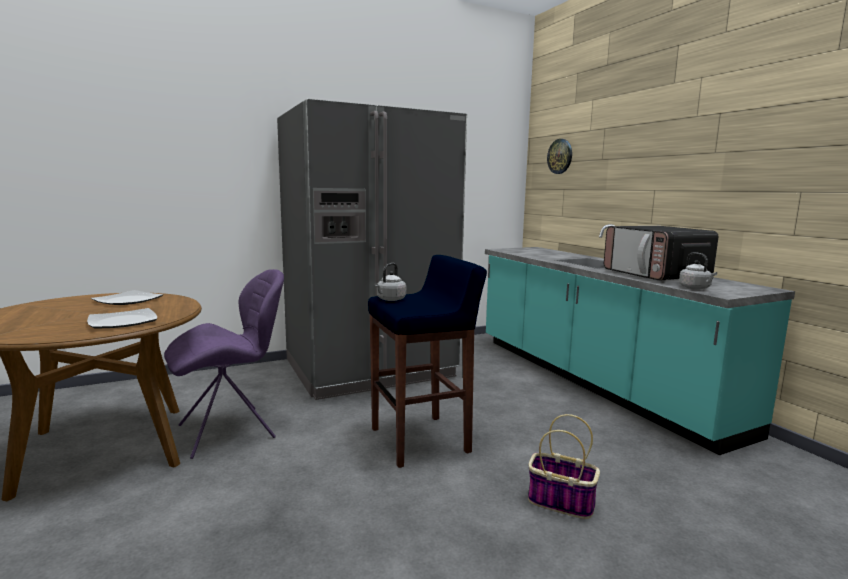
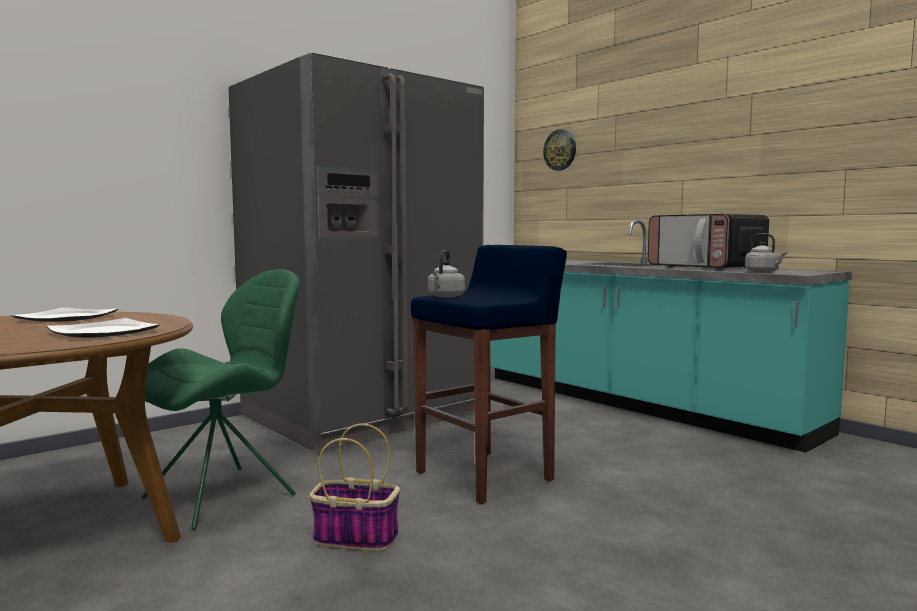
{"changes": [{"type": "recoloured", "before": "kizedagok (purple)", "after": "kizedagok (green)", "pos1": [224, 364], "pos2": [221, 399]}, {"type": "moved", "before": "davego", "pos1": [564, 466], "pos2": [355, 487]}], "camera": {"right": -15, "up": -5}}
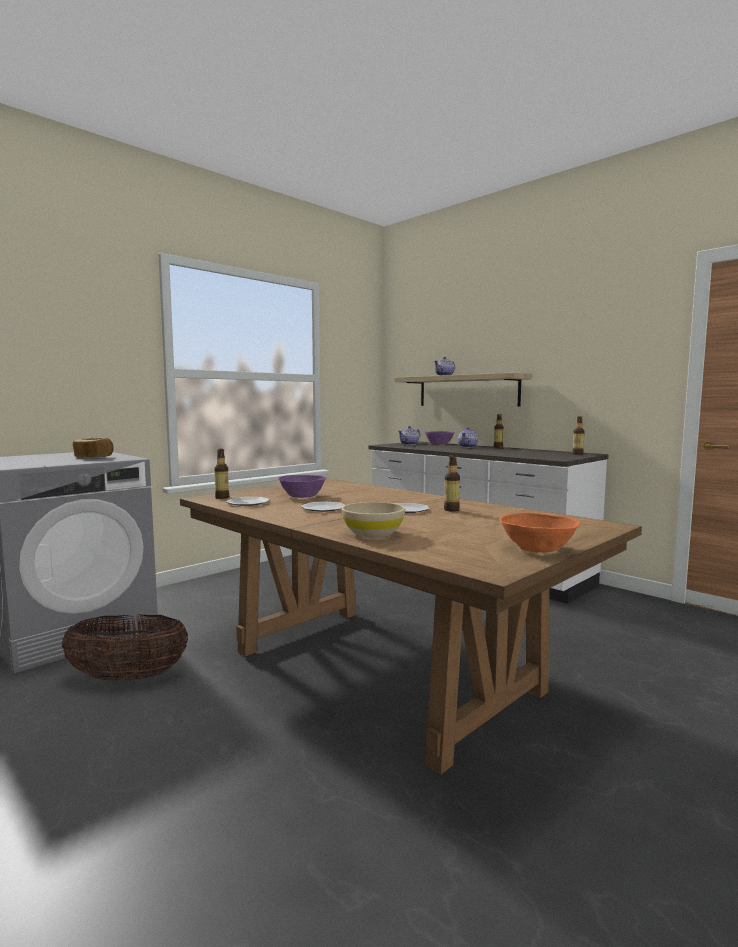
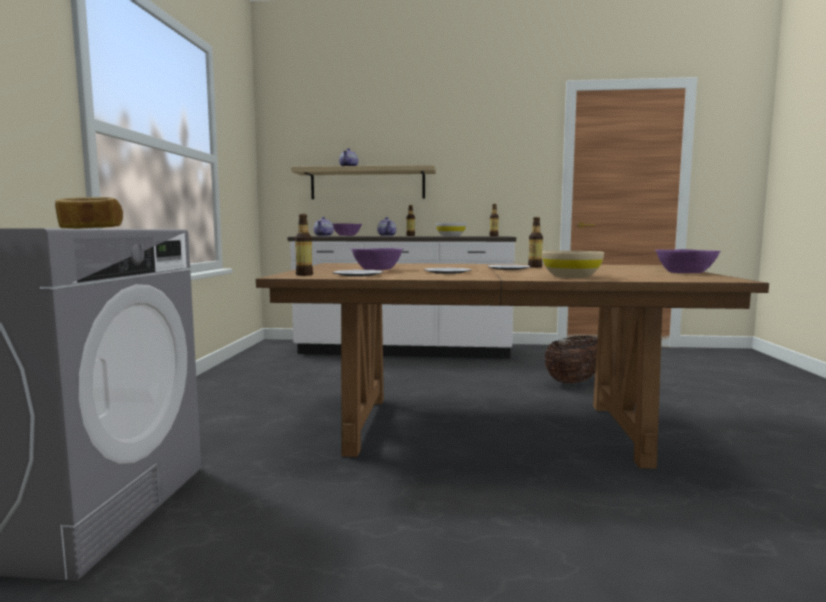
{"changes": [{"type": "added", "after": "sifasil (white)", "pos2": [451, 229]}, {"type": "moved", "before": "davego", "pos1": [125, 647], "pos2": [571, 359]}, {"type": "recoloured", "before": "sifasil (orange)", "after": "sifasil (purple)", "pos1": [540, 532], "pos2": [688, 261]}], "camera": {"right": -40, "up": 0}}
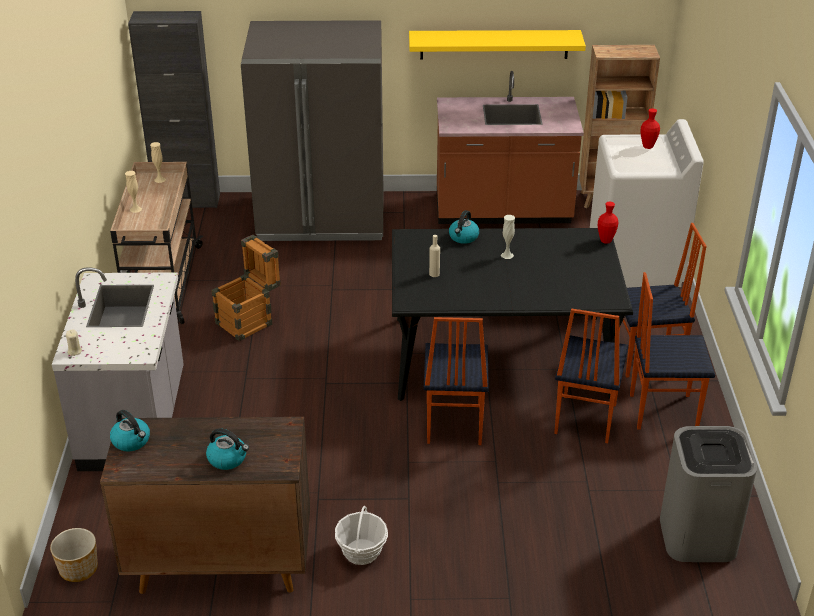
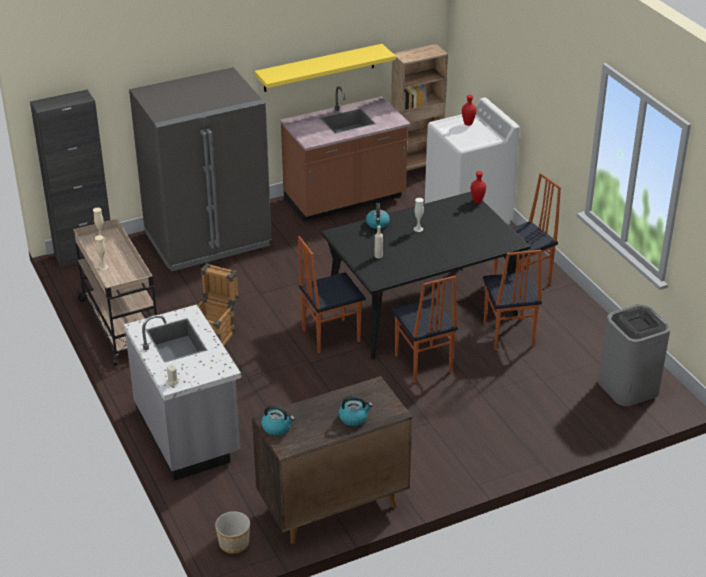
{"changes": [{"type": "moved", "before": "kizedagok", "pos1": [672, 350], "pos2": [331, 294]}, {"type": "removed", "before": "davego", "pos1": [361, 535]}], "camera": {"right": -25, "up": 0}}
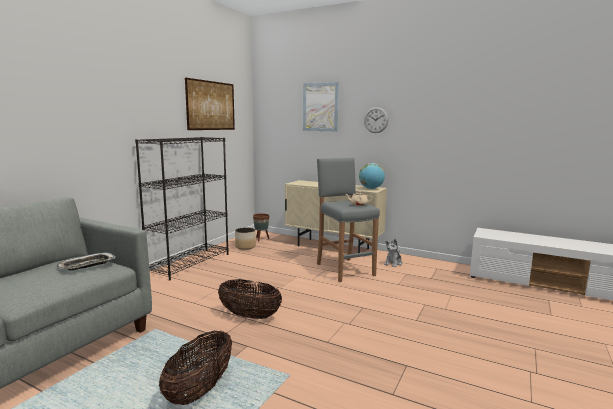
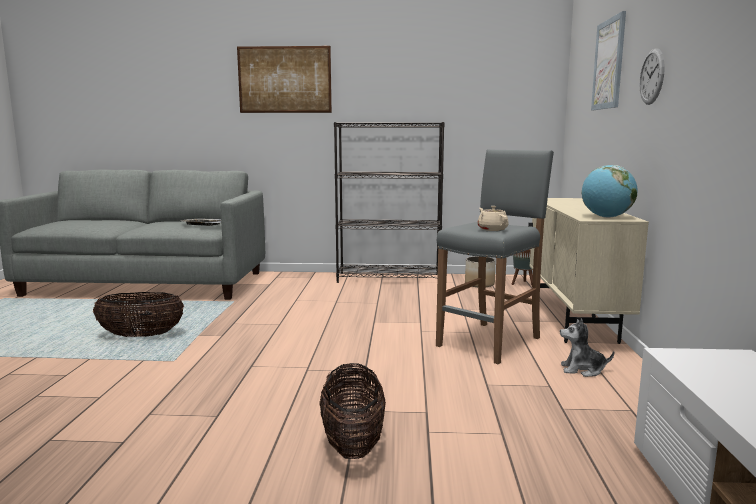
{"changes": [{"type": "moved", "before": "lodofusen", "pos1": [210, 104], "pos2": [284, 79]}, {"type": "moved", "before": "davego", "pos1": [250, 299], "pos2": [352, 411]}], "camera": {"right": 65, "up": 0}}
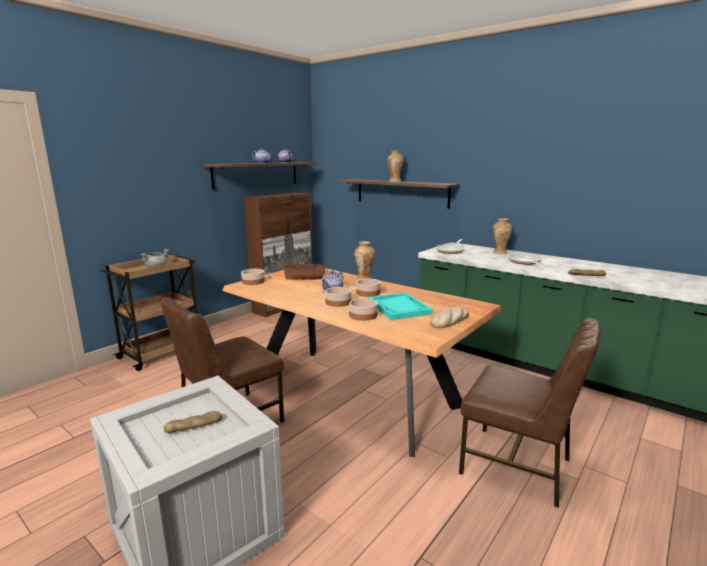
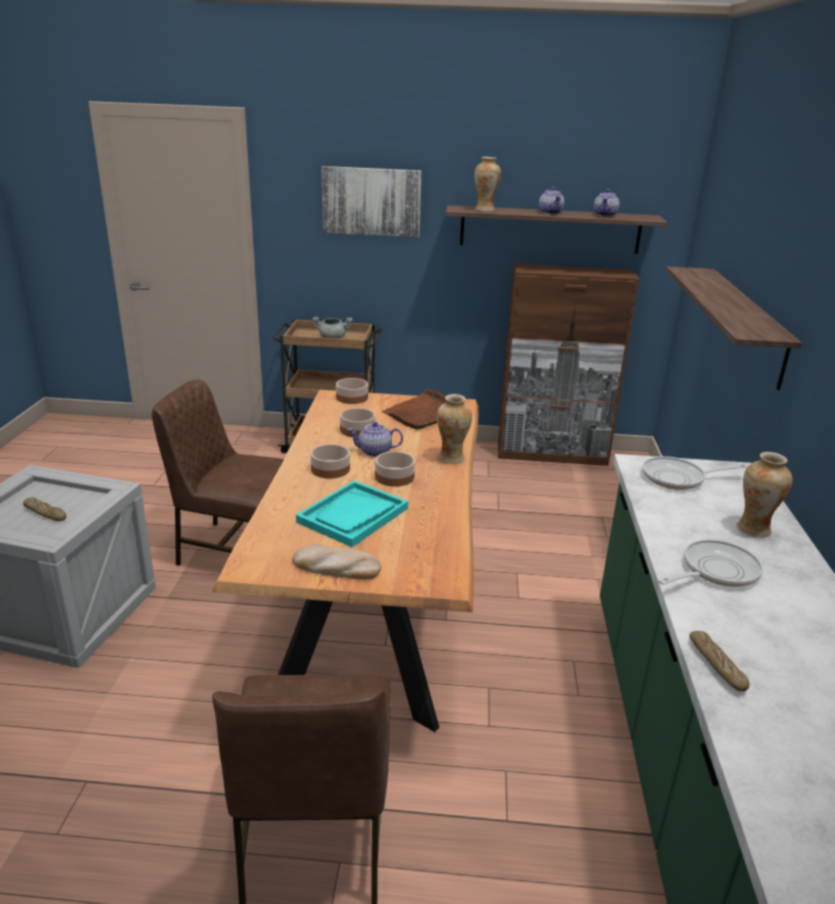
{"changes": [{"type": "added", "after": "lodofusen", "pos2": [371, 202]}, {"type": "moved", "before": "sifasil", "pos1": [363, 309], "pos2": [357, 422]}, {"type": "moved", "before": "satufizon", "pos1": [395, 166], "pos2": [487, 184]}], "camera": {"right": 55, "up": 10}}
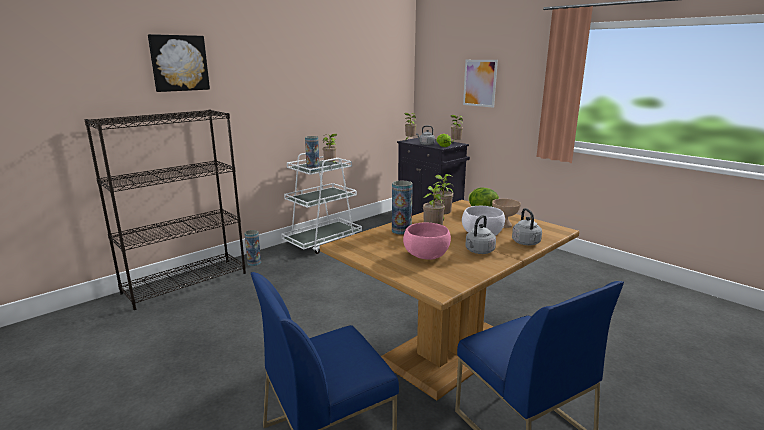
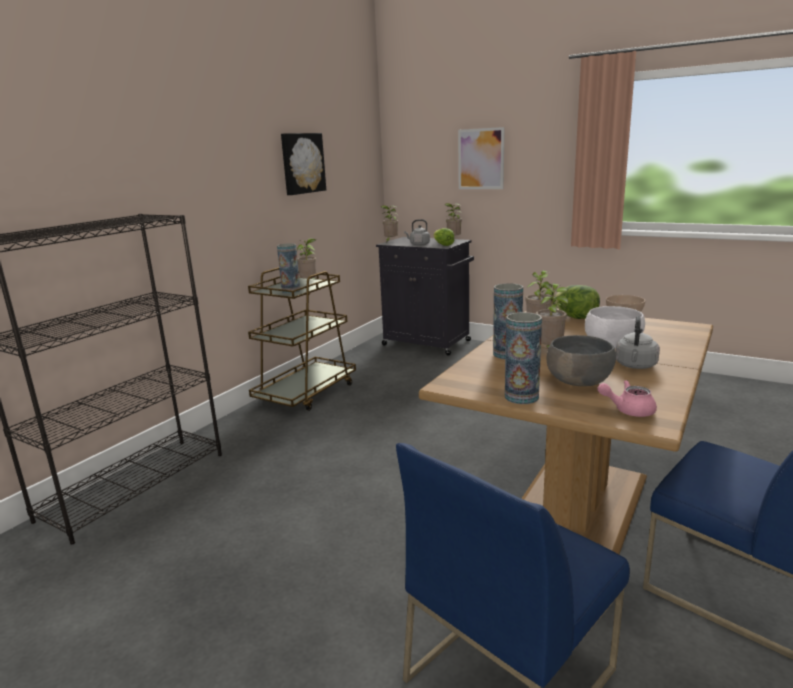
{"changes": [{"type": "recoloured", "before": "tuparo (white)", "after": "tuparo (brown)", "pos1": [321, 203], "pos2": [302, 339]}, {"type": "moved", "before": "lodofusen", "pos1": [179, 63], "pos2": [303, 164]}, {"type": "moved", "before": "satufizon", "pos1": [252, 248], "pos2": [523, 358]}, {"type": "recoloured", "before": "sifasil (pink)", "after": "sifasil (grey)", "pos1": [427, 241], "pos2": [581, 360]}, {"type": "added", "after": "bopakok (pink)", "pos2": [627, 398]}, {"type": "removed", "before": "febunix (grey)", "pos1": [527, 226]}], "camera": {"right": -15, "up": 0}}
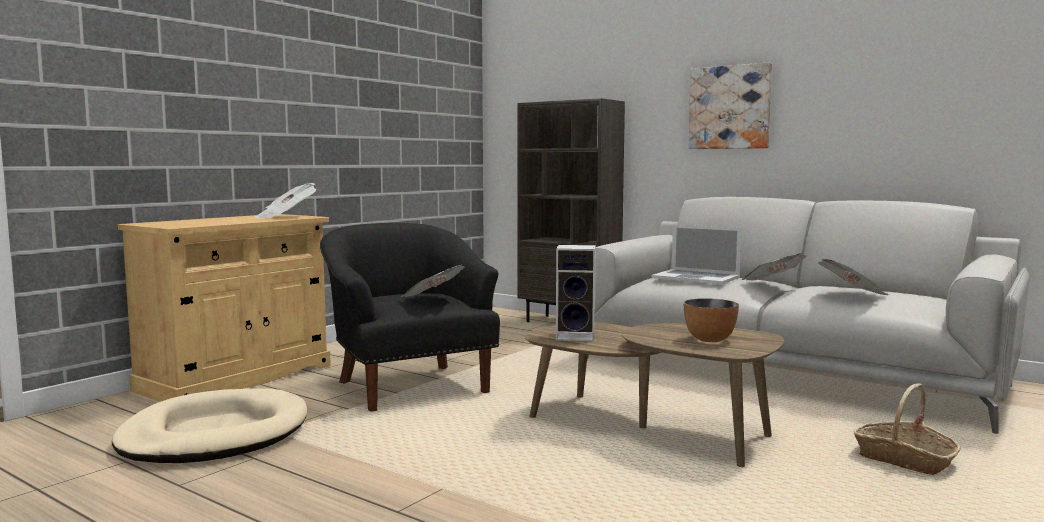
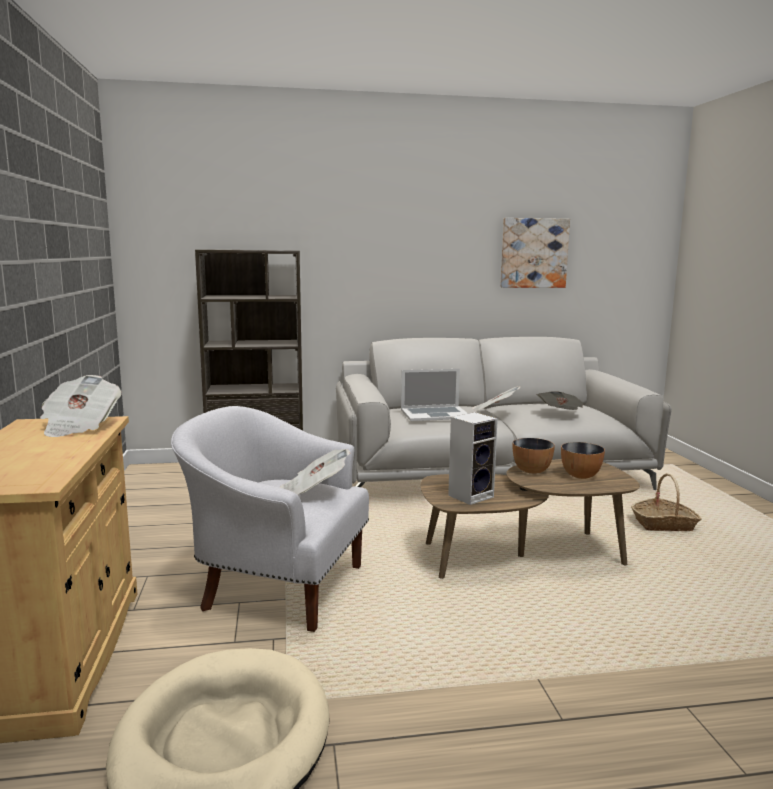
{"changes": [{"type": "recoloured", "before": "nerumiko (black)", "after": "nerumiko (white)", "pos1": [410, 317], "pos2": [270, 519]}, {"type": "moved", "before": "lodofusen", "pos1": [730, 105], "pos2": [535, 253]}, {"type": "added", "after": "sifasil", "pos2": [533, 456]}], "camera": {"right": -45, "up": 5}}
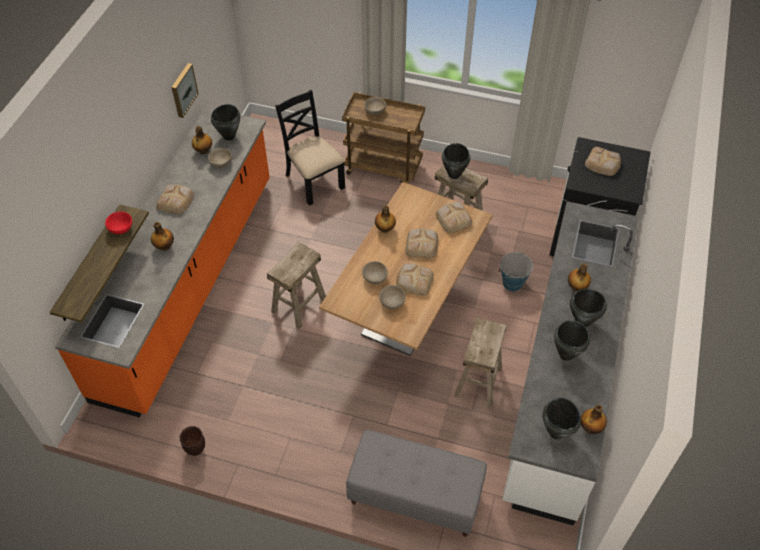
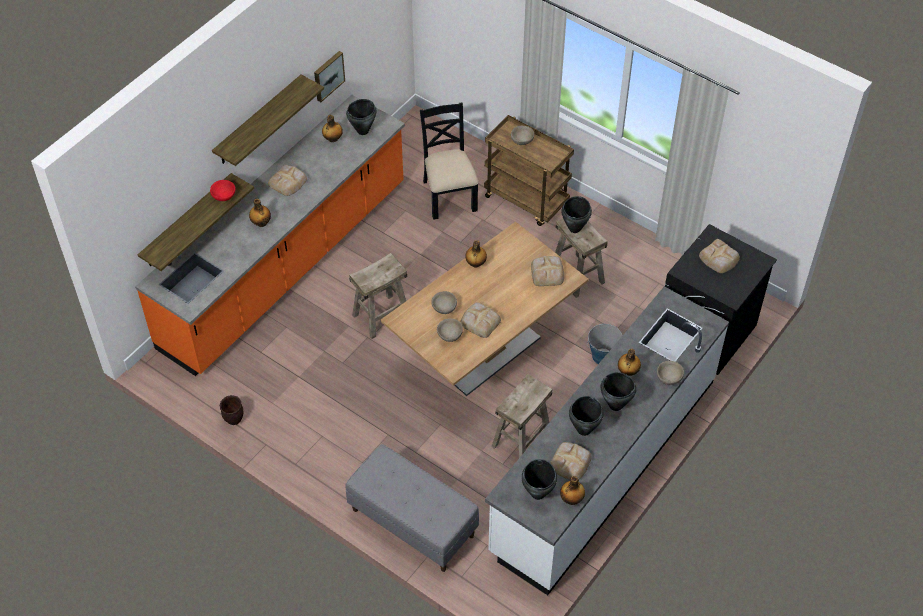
{"changes": [{"type": "added", "after": "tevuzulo", "pos2": [268, 120]}, {"type": "moved", "before": "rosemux", "pos1": [422, 243], "pos2": [571, 461]}, {"type": "moved", "before": "sifasil (beige)", "pos1": [220, 158], "pos2": [670, 373]}], "camera": {"right": 20, "up": 0}}
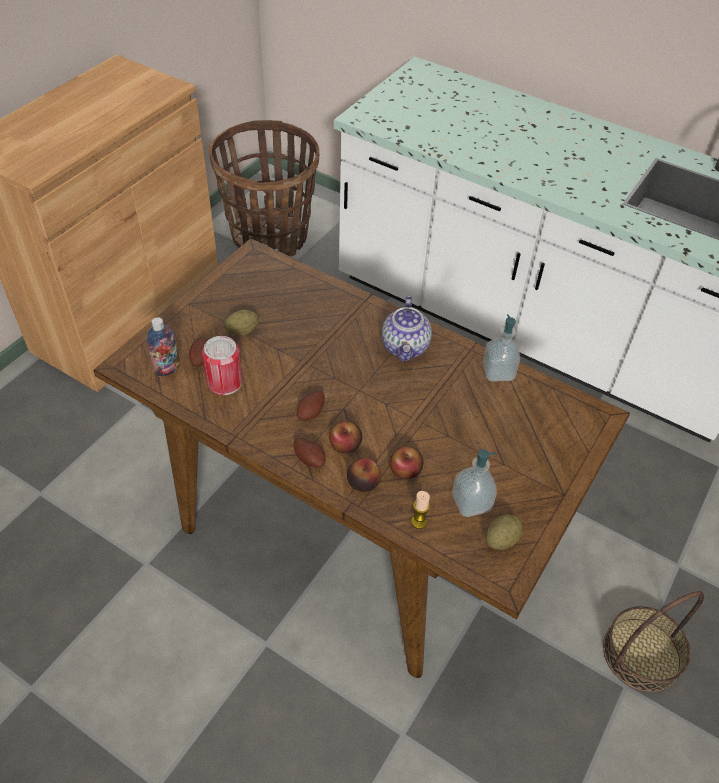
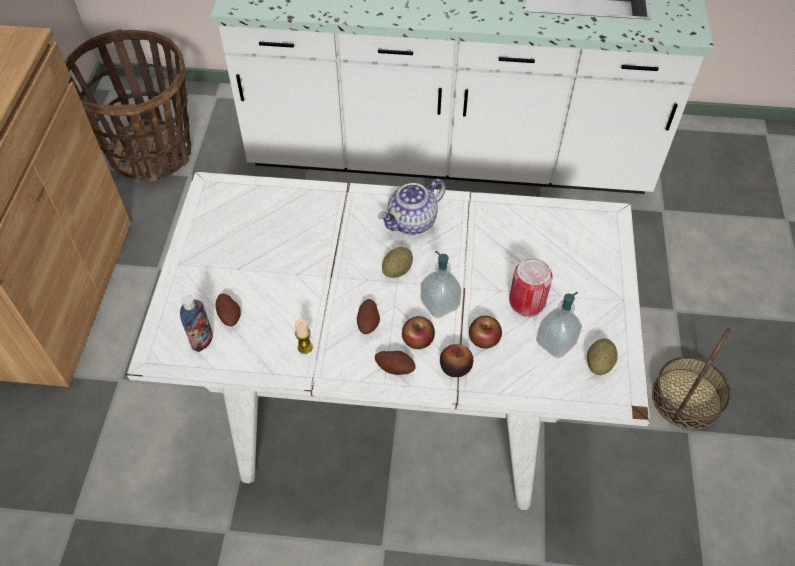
{"changes": [{"type": "recoloured", "before": "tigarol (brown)", "after": "tigarol (white)", "pos1": [361, 458], "pos2": [388, 340]}, {"type": "moved", "before": "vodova", "pos1": [420, 510], "pos2": [304, 336]}, {"type": "turned", "before": "bopakok", "pos1": [407, 329], "pos2": [412, 207], "turn": 75}, {"type": "moved", "before": "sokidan", "pos1": [241, 322], "pos2": [397, 262]}, {"type": "moved", "before": "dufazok", "pos1": [501, 348], "pos2": [441, 284]}, {"type": "moved", "before": "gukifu", "pos1": [222, 365], "pos2": [531, 287]}], "camera": {"right": -25, "up": 5}}
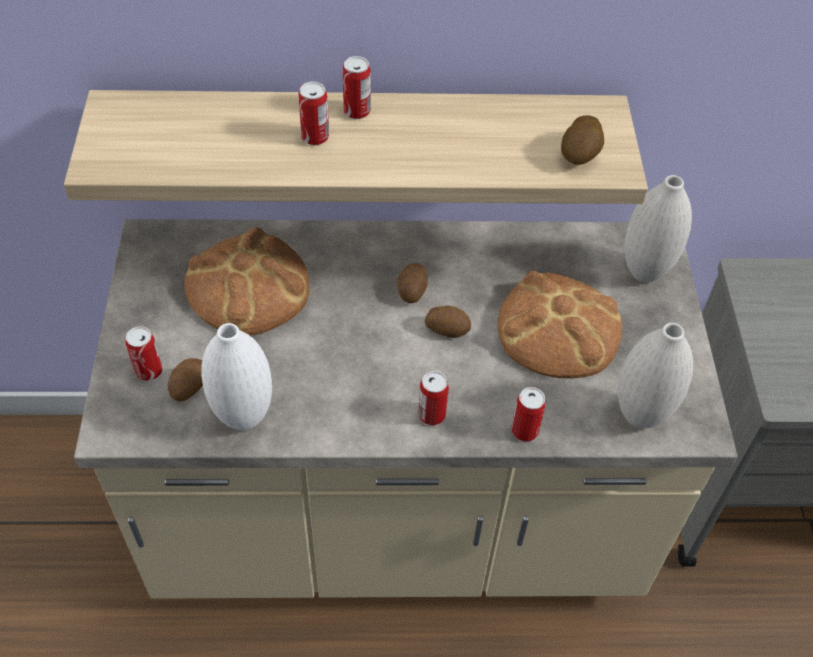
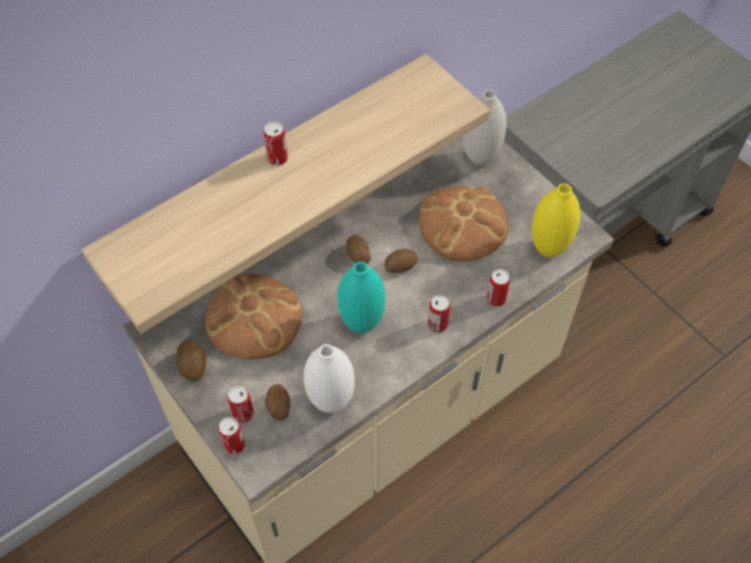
{"changes": [{"type": "moved", "before": "sokidan", "pos1": [582, 140], "pos2": [191, 361]}, {"type": "moved", "before": "gukifu", "pos1": [313, 113], "pos2": [231, 435]}, {"type": "added", "after": "satufizon (turquoise)", "pos2": [361, 297]}, {"type": "recoloured", "before": "satufizon (white)", "after": "satufizon (yellow)", "pos1": [655, 376], "pos2": [556, 220]}], "camera": {"right": -35, "up": 5}}
